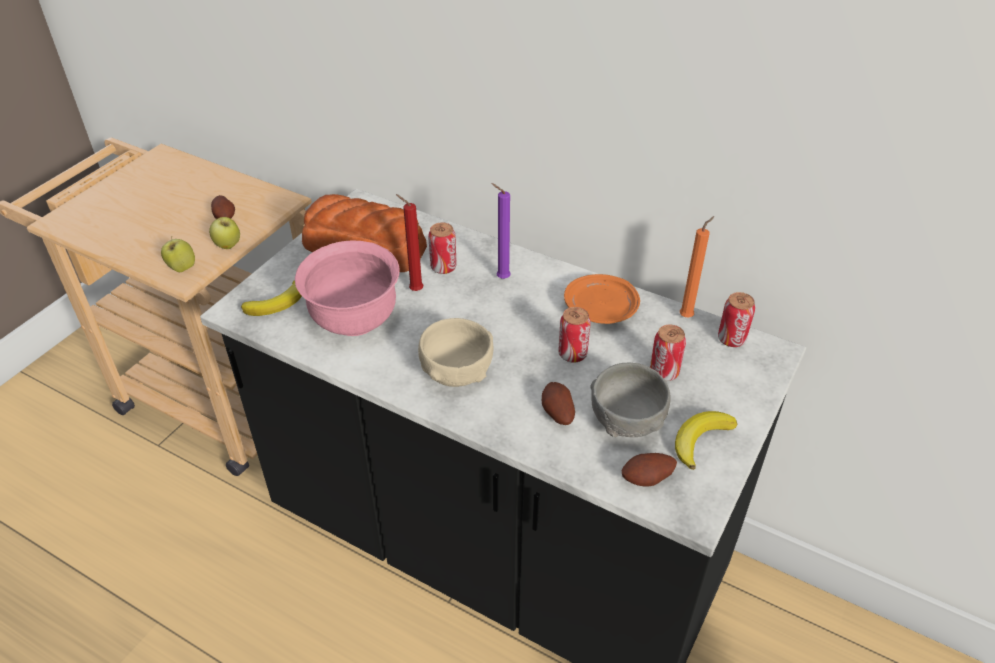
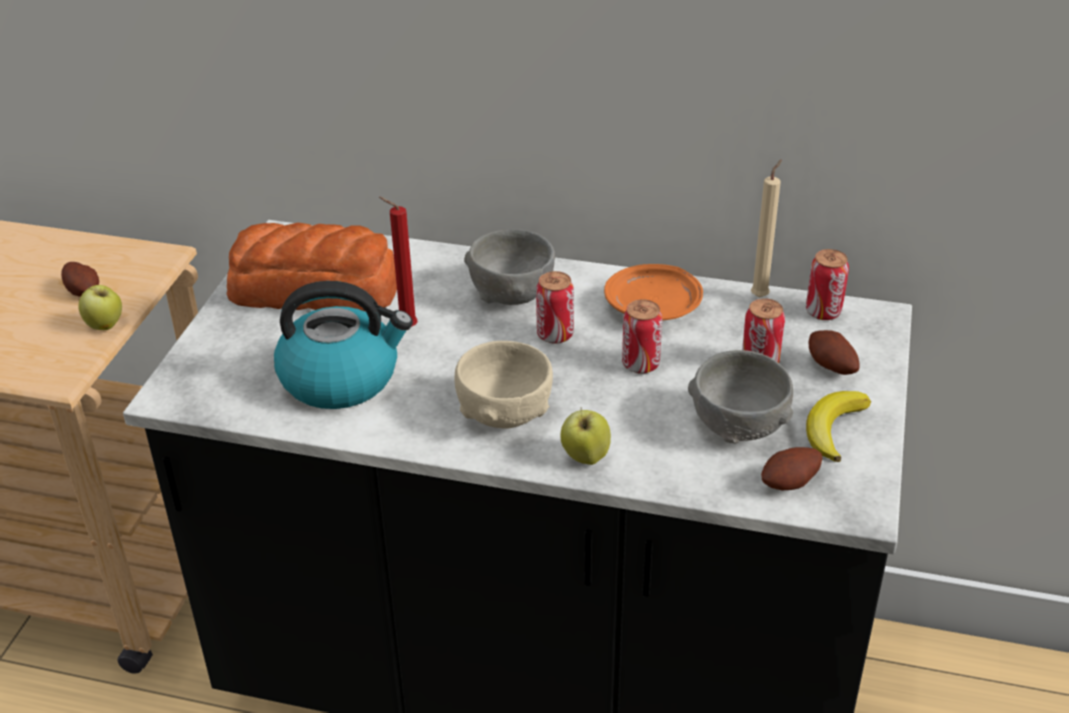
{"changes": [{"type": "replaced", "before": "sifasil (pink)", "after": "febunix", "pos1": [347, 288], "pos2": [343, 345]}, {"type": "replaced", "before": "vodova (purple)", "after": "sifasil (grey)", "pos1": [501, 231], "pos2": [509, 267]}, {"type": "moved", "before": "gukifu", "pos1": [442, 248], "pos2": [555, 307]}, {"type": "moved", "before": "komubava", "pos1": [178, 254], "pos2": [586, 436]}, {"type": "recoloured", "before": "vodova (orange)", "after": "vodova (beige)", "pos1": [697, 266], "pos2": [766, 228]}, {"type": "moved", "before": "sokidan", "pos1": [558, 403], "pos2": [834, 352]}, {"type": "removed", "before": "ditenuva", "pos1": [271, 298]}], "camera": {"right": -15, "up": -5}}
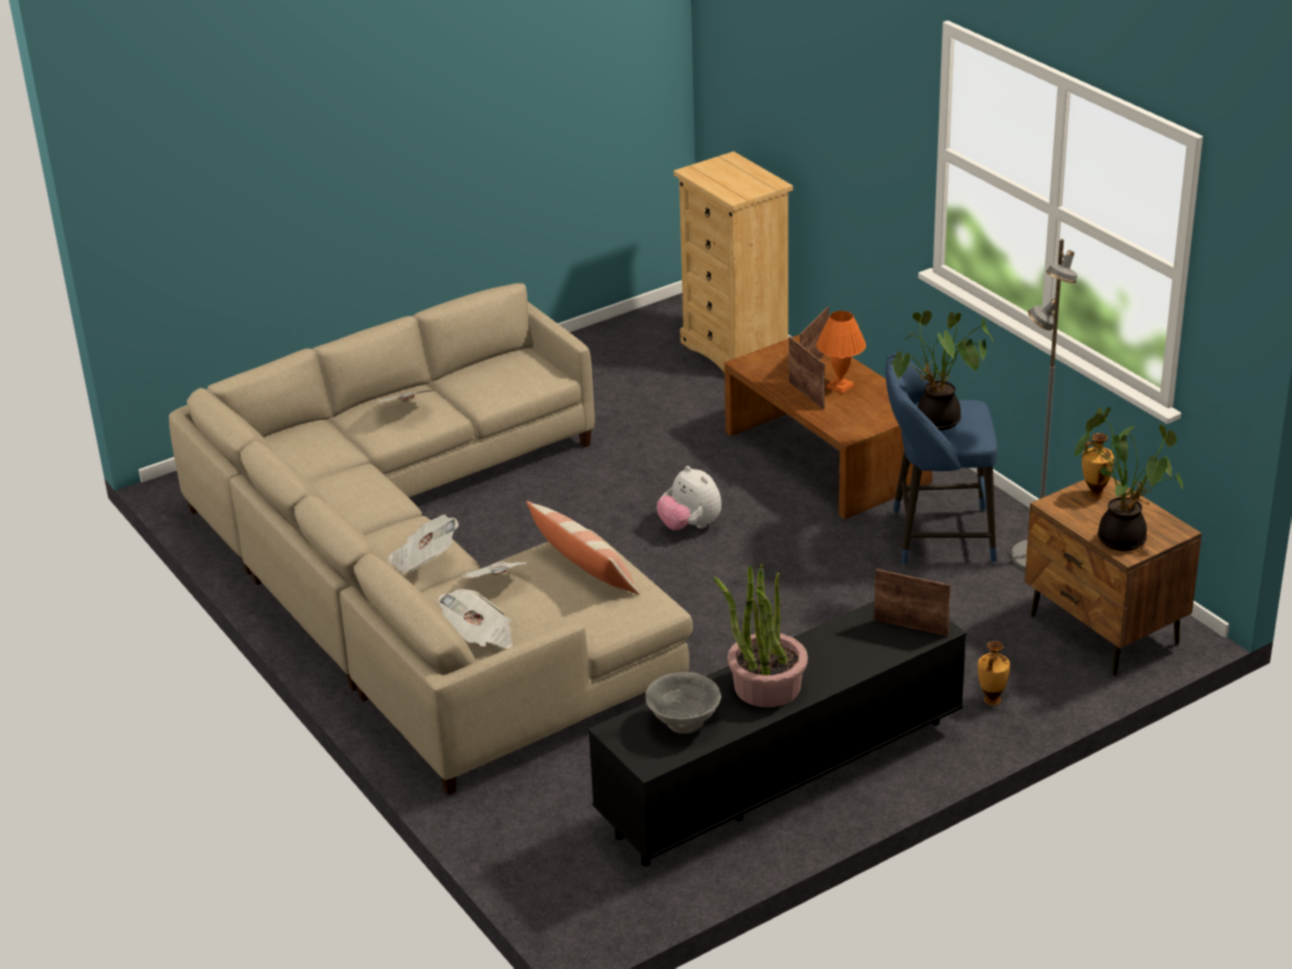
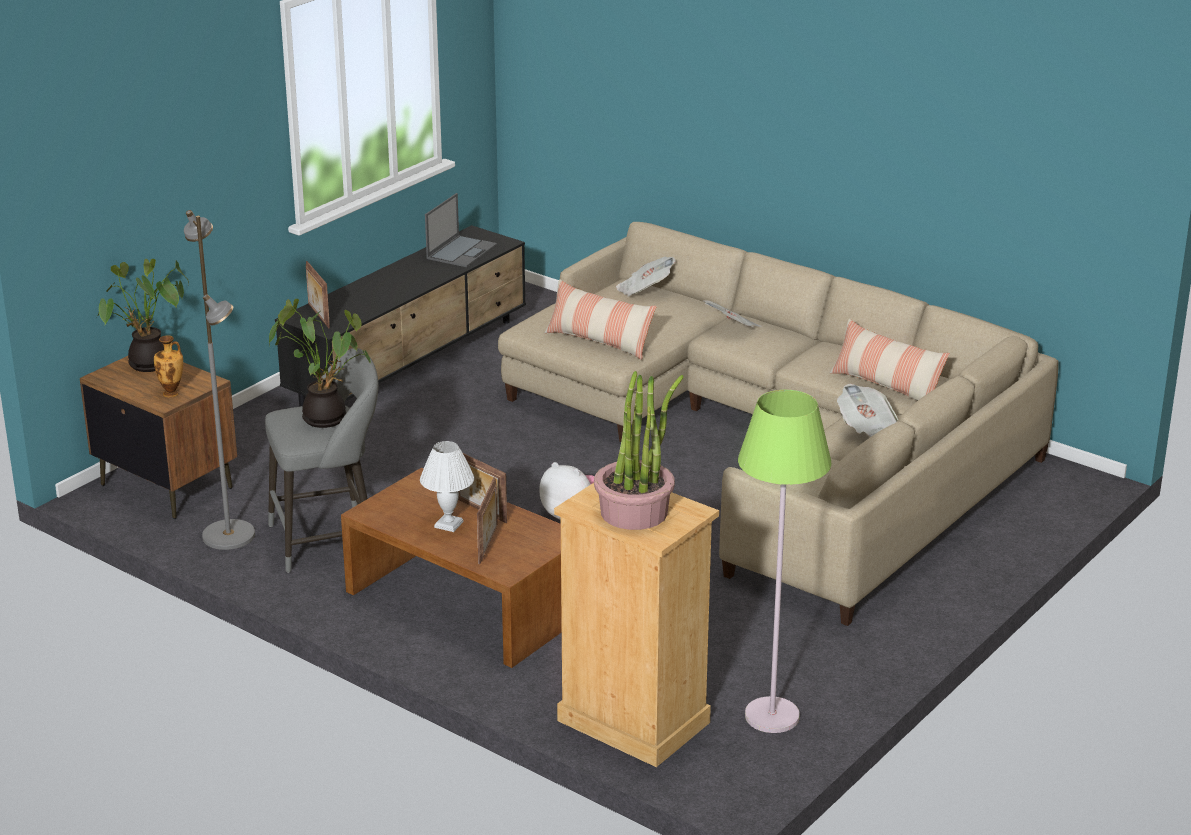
{"changes": [{"type": "recoloured", "before": "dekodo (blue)", "after": "dekodo (grey)", "pos1": [941, 459], "pos2": [322, 460]}, {"type": "turned", "before": "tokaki", "pos1": [912, 602], "pos2": [318, 294], "turn": 60}, {"type": "recoloured", "before": "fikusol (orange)", "after": "fikusol (white)", "pos1": [841, 352], "pos2": [447, 486]}, {"type": "replaced", "before": "sifasil (grey)", "after": "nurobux", "pos1": [683, 703], "pos2": [461, 230]}, {"type": "moved", "before": "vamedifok", "pos1": [761, 635], "pos2": [638, 450]}, {"type": "added", "after": "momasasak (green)", "pos2": [784, 561]}, {"type": "added", "after": "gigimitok", "pos2": [890, 359]}, {"type": "removed", "before": "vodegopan", "pos1": [495, 569]}, {"type": "removed", "before": "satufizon", "pos1": [994, 673]}], "camera": {"right": 160, "up": -5}}
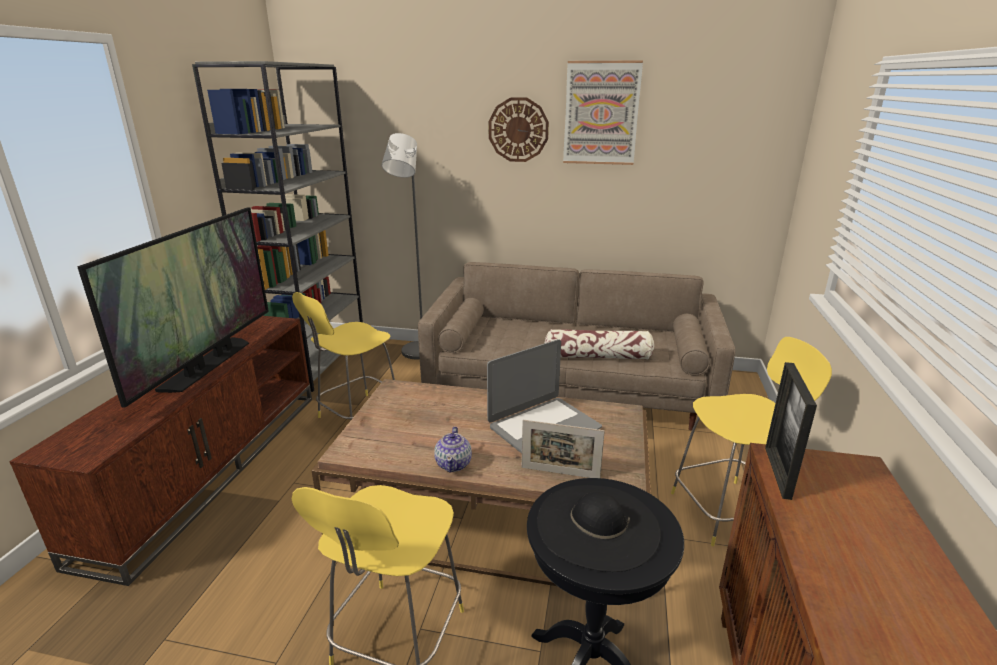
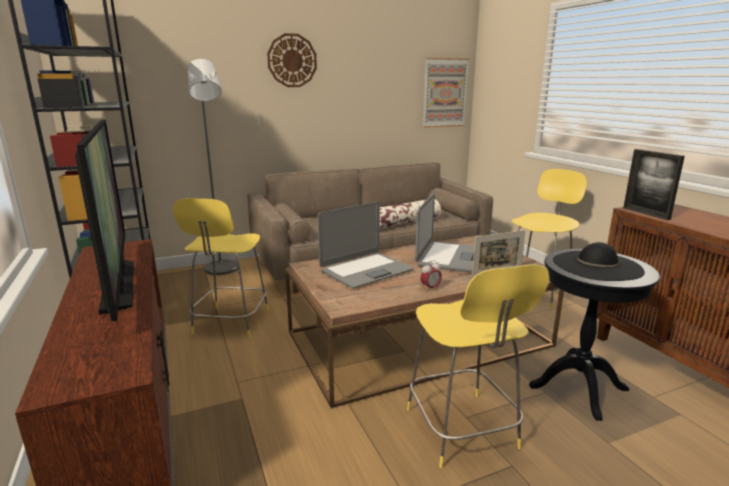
{"changes": [{"type": "added", "after": "nurobux", "pos2": [366, 245]}, {"type": "replaced", "before": "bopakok", "after": "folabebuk", "pos1": [453, 450], "pos2": [431, 275]}, {"type": "moved", "before": "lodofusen", "pos1": [603, 112], "pos2": [446, 93]}], "camera": {"right": -35, "up": -5}}
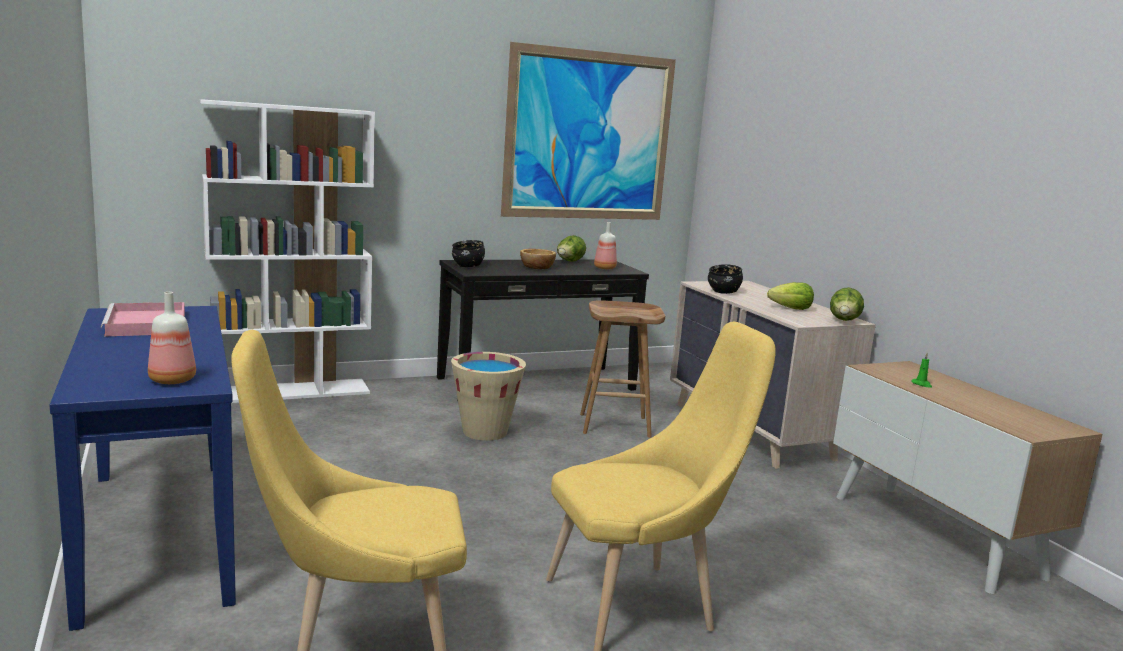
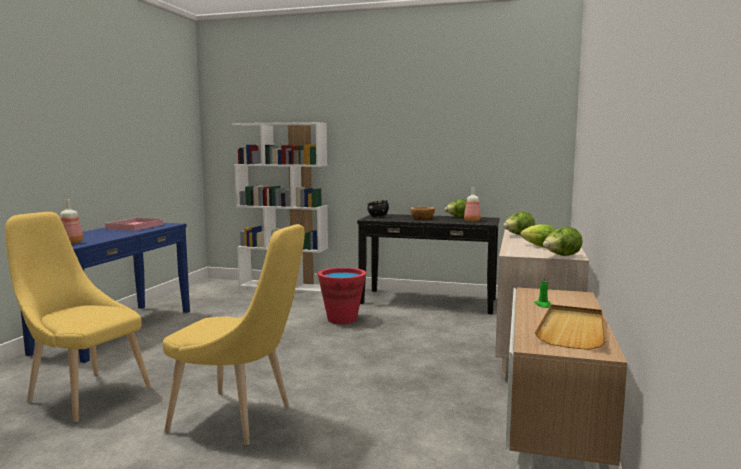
{"changes": [{"type": "recoloured", "before": "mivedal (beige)", "after": "mivedal (red)", "pos1": [488, 396], "pos2": [342, 295]}, {"type": "replaced", "before": "sifasil (black)", "after": "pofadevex", "pos1": [725, 279], "pos2": [519, 223]}, {"type": "added", "after": "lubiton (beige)", "pos2": [570, 327]}, {"type": "removed", "before": "lodofusen", "pos1": [588, 131]}, {"type": "removed", "before": "dekodo (brown)", "pos1": [622, 369]}], "camera": {"right": 40, "up": -5}}
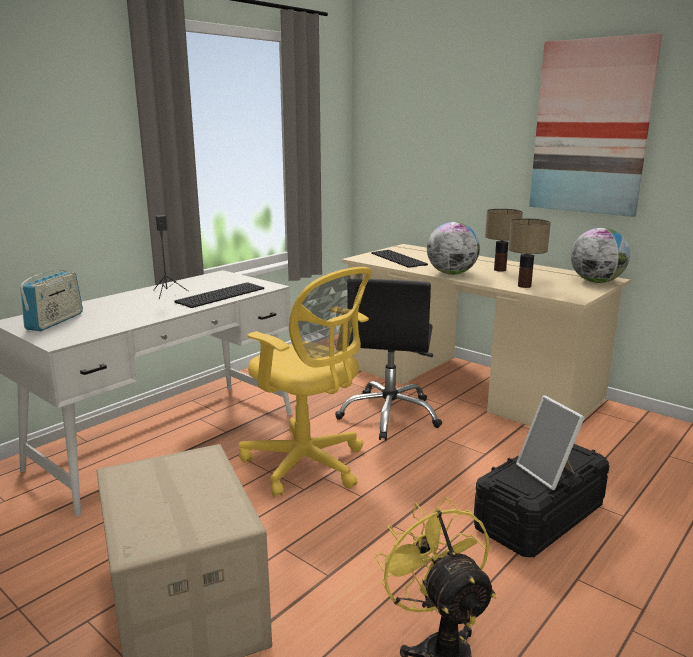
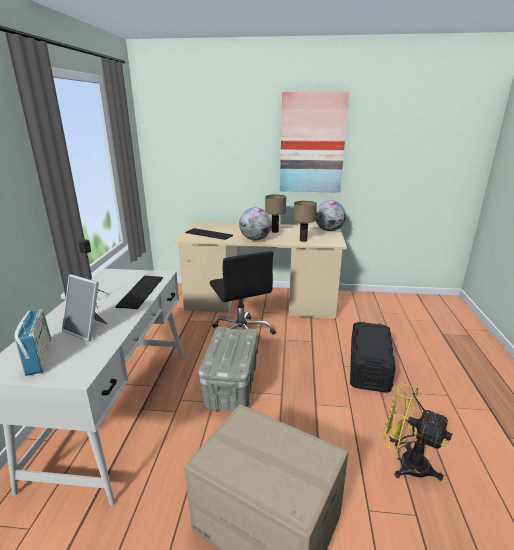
{"changes": [{"type": "moved", "before": "tokaki", "pos1": [550, 442], "pos2": [84, 308]}, {"type": "replaced", "before": "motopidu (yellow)", "after": "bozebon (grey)", "pos1": [305, 382], "pos2": [228, 369]}], "camera": {"right": -35, "up": 5}}
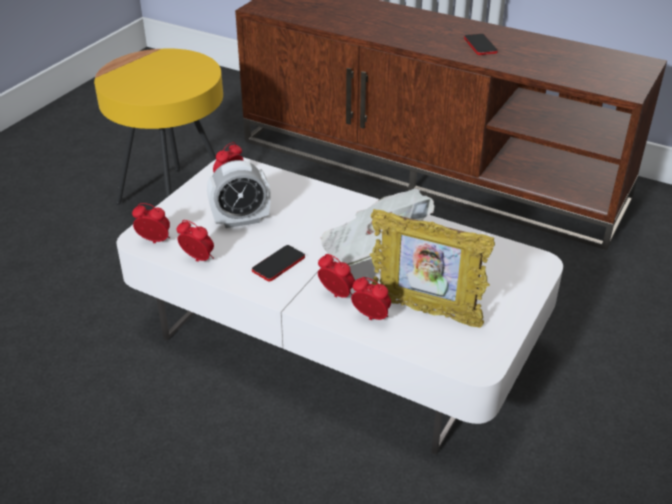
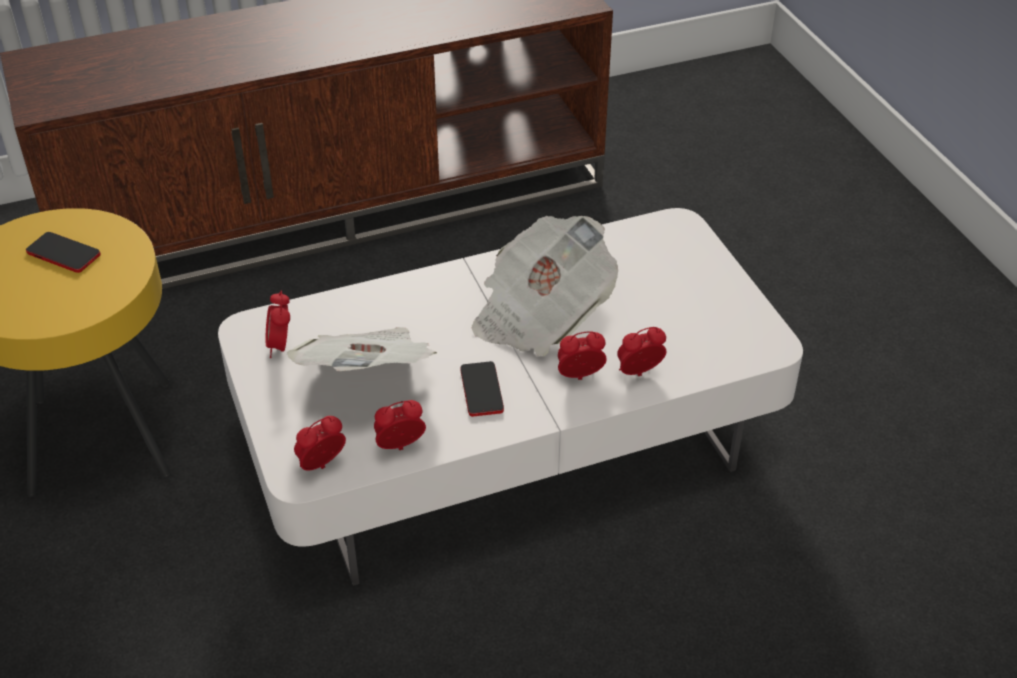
{"changes": [{"type": "moved", "before": "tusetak", "pos1": [481, 44], "pos2": [63, 252]}, {"type": "replaced", "before": "folabebuk", "after": "vodegopan", "pos1": [239, 194], "pos2": [362, 349]}, {"type": "removed", "before": "tokaki", "pos1": [432, 268]}], "camera": {"right": -50, "up": 5}}
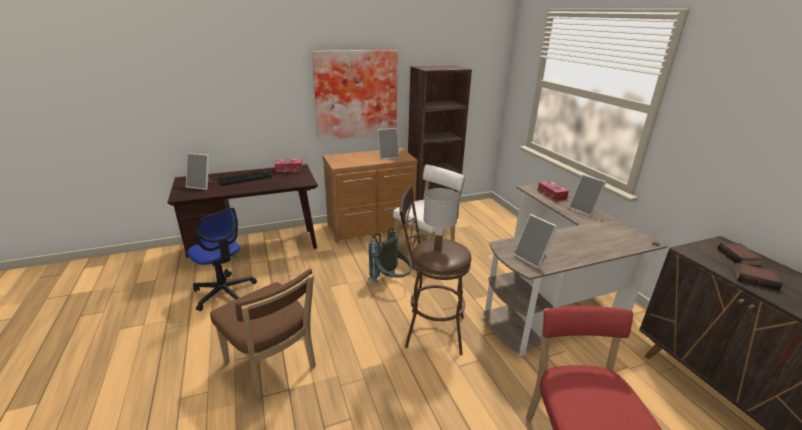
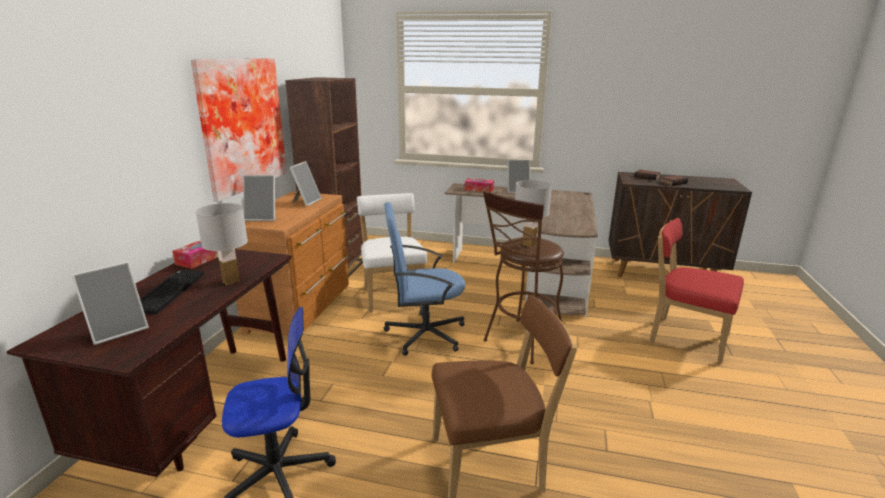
{"changes": [{"type": "added", "after": "fikusol (white)", "pos2": [222, 244]}, {"type": "moved", "before": "tokaki", "pos1": [535, 241], "pos2": [259, 198]}, {"type": "replaced", "before": "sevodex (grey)", "after": "motopidu (blue)", "pos1": [390, 255], "pos2": [425, 279]}], "camera": {"right": -55, "up": -5}}
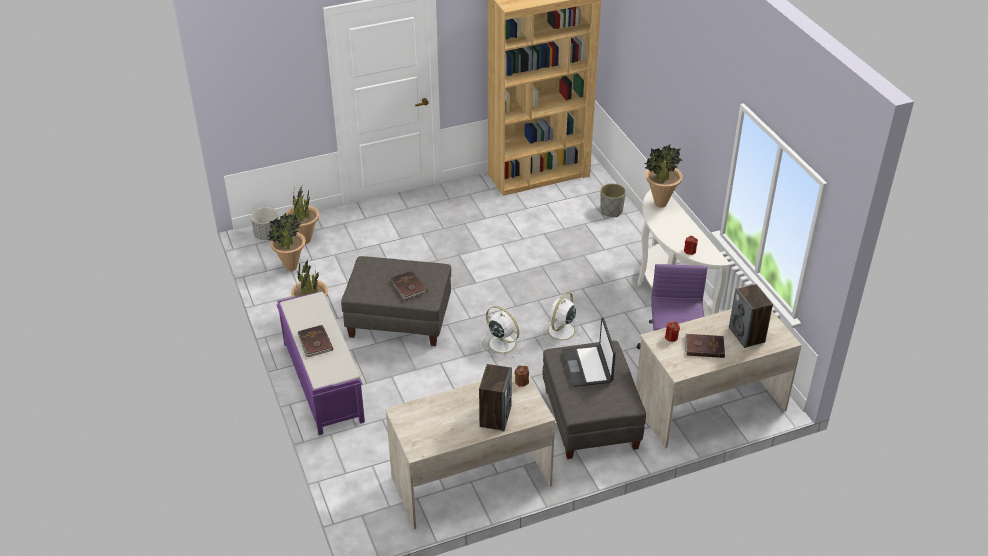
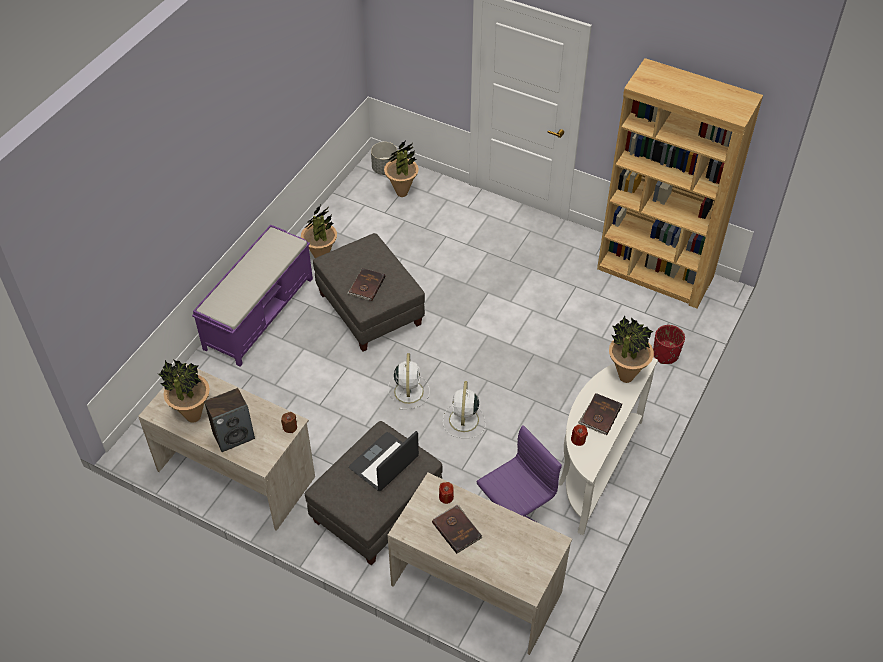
{"changes": [{"type": "moved", "before": "vamedifok", "pos1": [287, 242], "pos2": [184, 391]}, {"type": "turned", "before": "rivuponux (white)", "pos1": [560, 319], "pos2": [464, 409], "turn": -75}, {"type": "moved", "before": "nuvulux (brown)", "pos1": [315, 341], "pos2": [600, 414]}, {"type": "recoloured", "before": "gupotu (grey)", "after": "gupotu (red)", "pos1": [613, 200], "pos2": [669, 344]}, {"type": "removed", "before": "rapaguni", "pos1": [751, 316]}], "camera": {"right": 50, "up": 10}}
